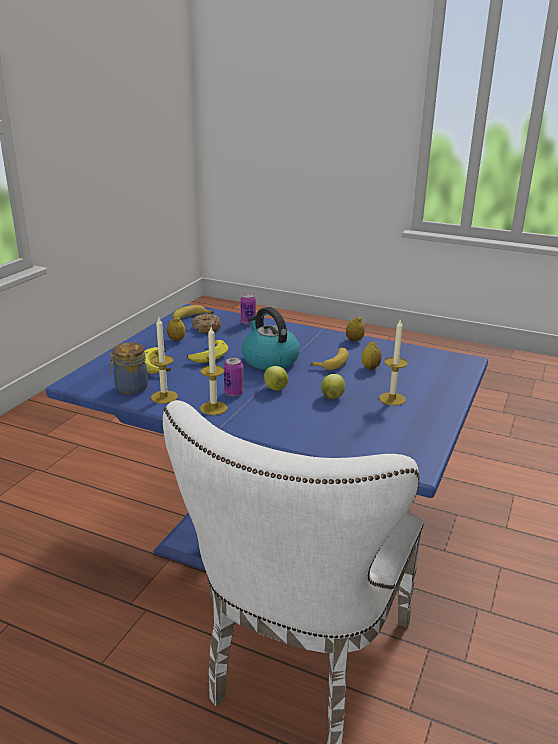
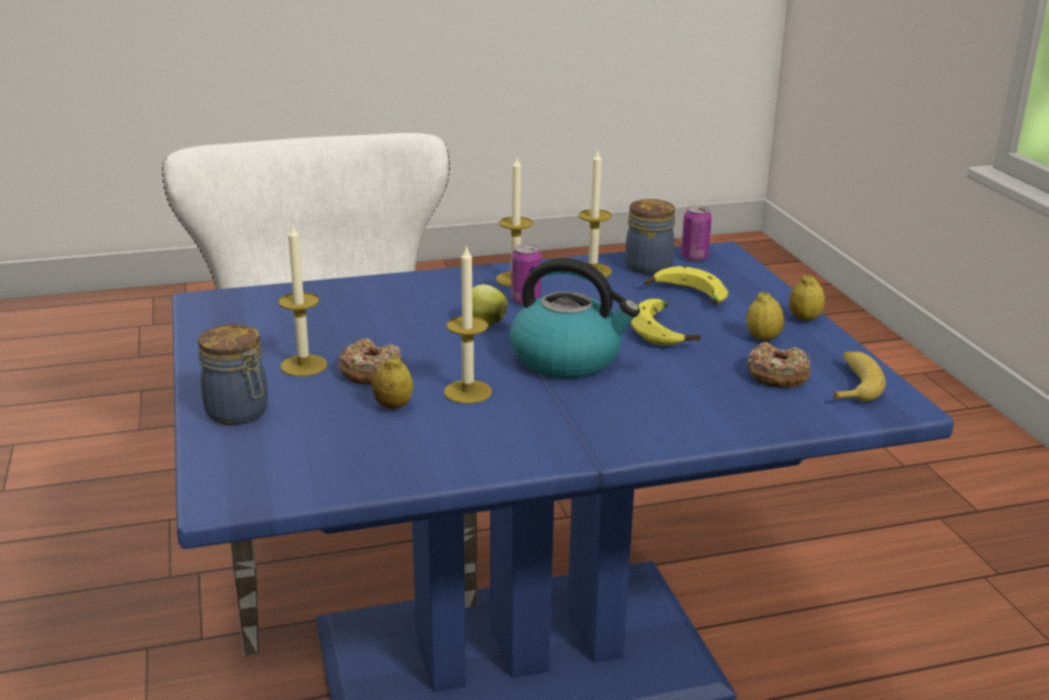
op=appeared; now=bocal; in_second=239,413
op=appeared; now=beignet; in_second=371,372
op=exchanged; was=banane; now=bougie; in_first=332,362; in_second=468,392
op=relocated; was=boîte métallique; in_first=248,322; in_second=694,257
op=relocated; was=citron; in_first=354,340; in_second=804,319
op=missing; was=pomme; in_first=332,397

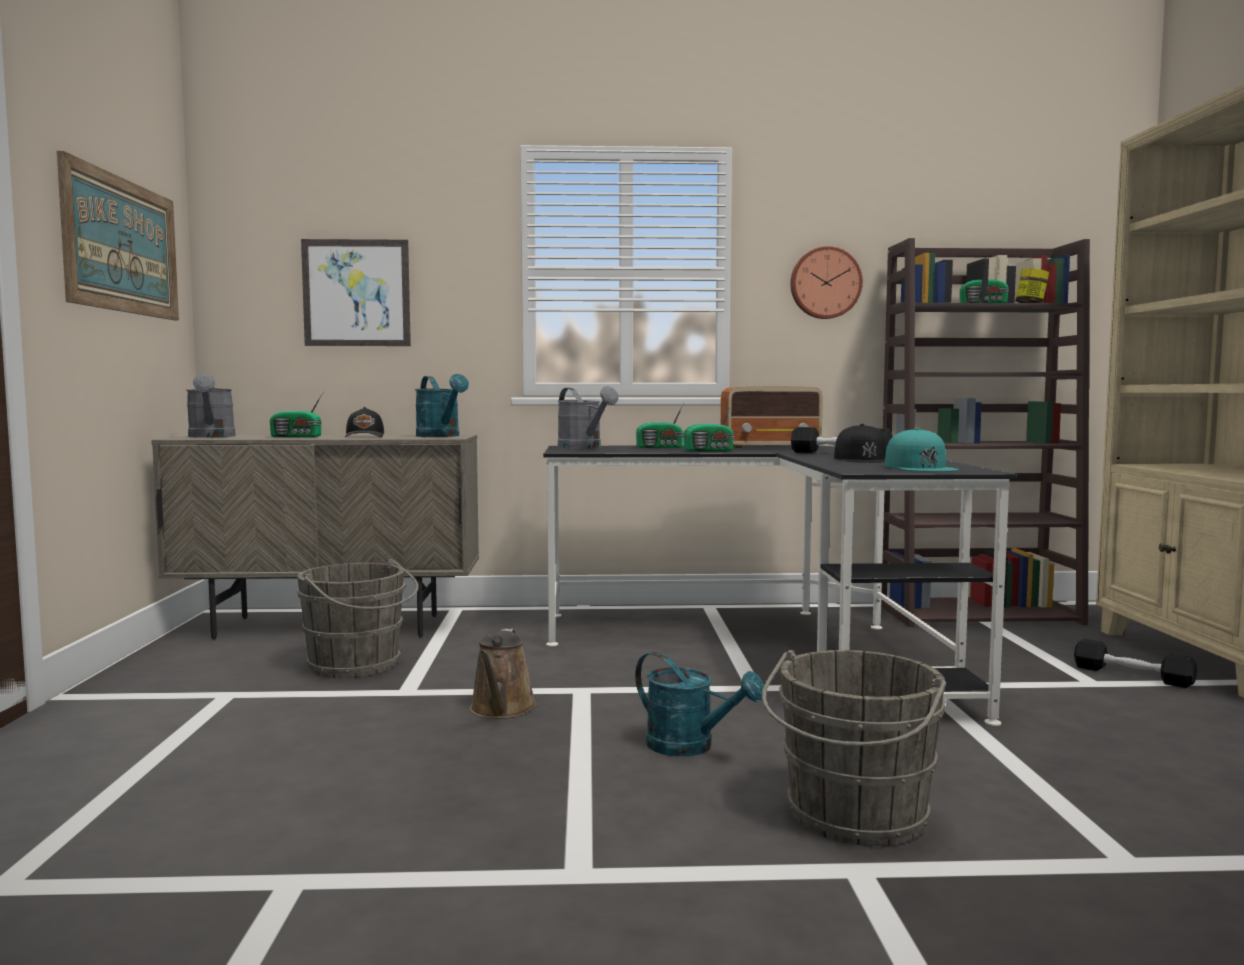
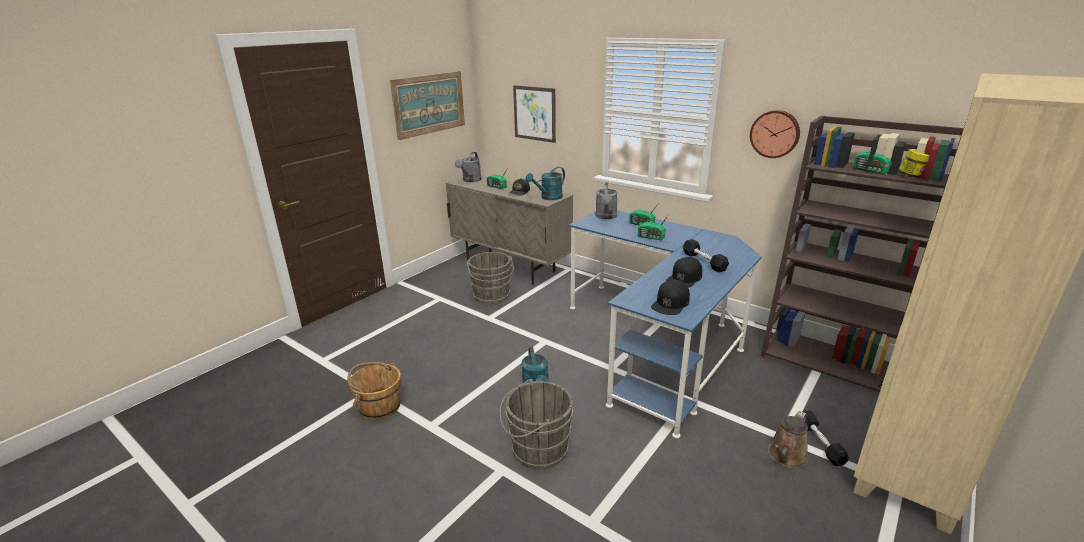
op=appeared; now=seau (marron); in_second=379,406
op=spun; was=arrosoir (turquoise); in_first=441,436; in_second=548,198; clockwise=45
op=colour; was=bureau (noir); now=bureau (bleu); in_first=766,647; in_second=659,343
op=colour; was=casquette (turquoise); now=casquette (noir); in_first=920,467; in_second=670,303
op=relocated; was=arrosoir (marron); in_first=502,710; in_second=786,456
op=missing; was=radio; in_first=771,446

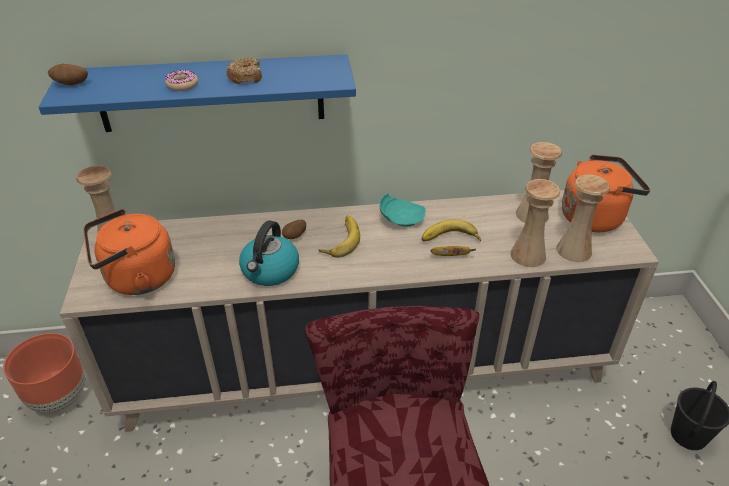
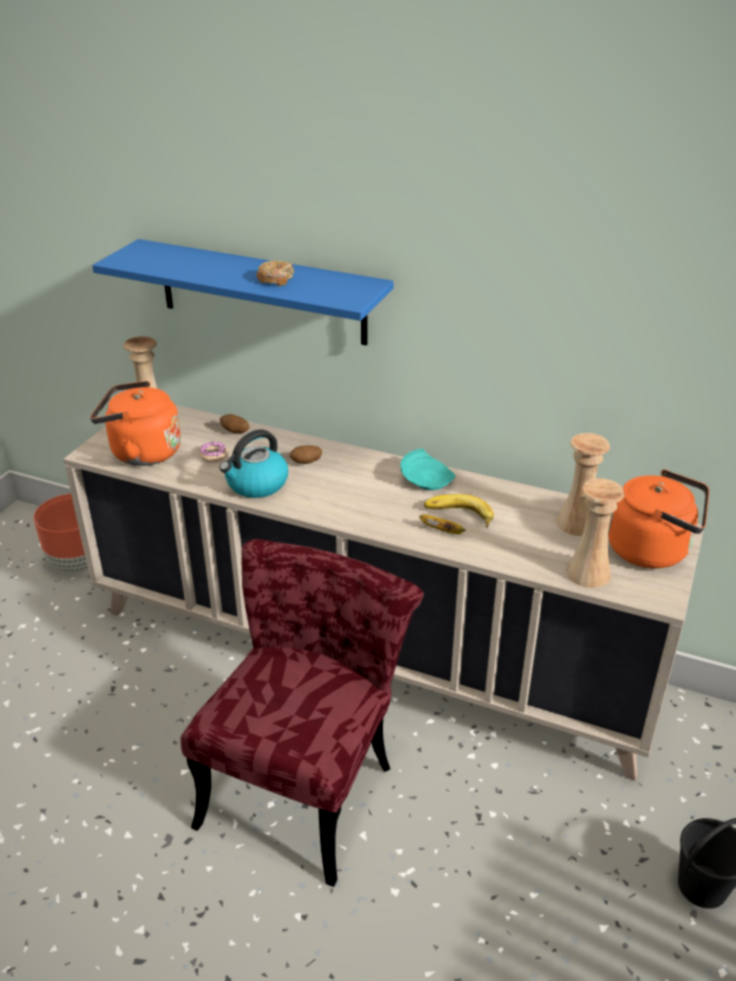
op=relocated; was=beignet; in_first=182,85; in_second=214,456
op=relocated; was=pomme de terre; in_first=71,84; in_second=235,432
op=missing; was=banane; in_first=339,239
op=missing; was=vase (beige); in_first=528,255

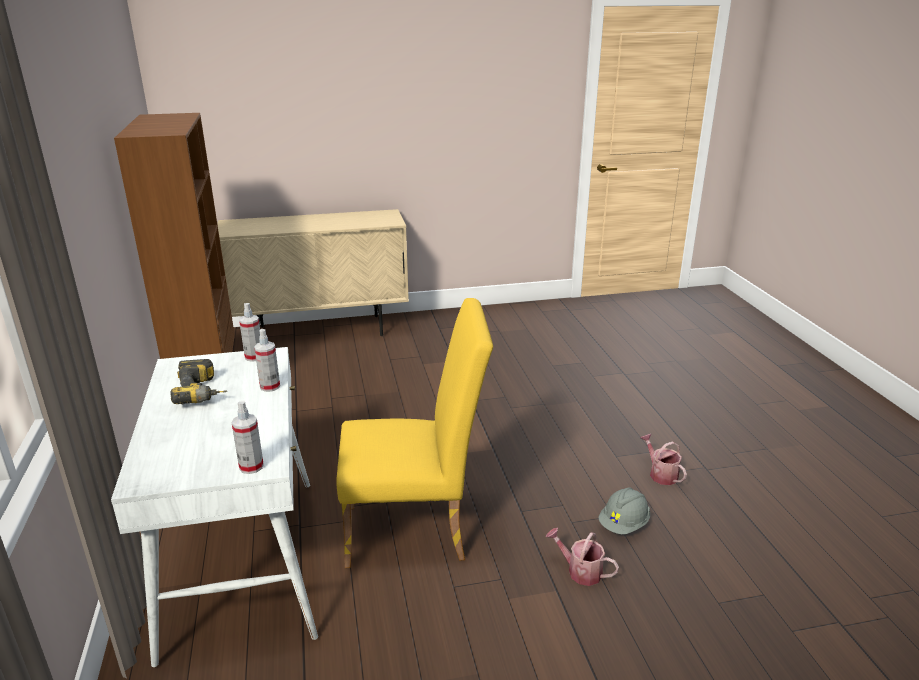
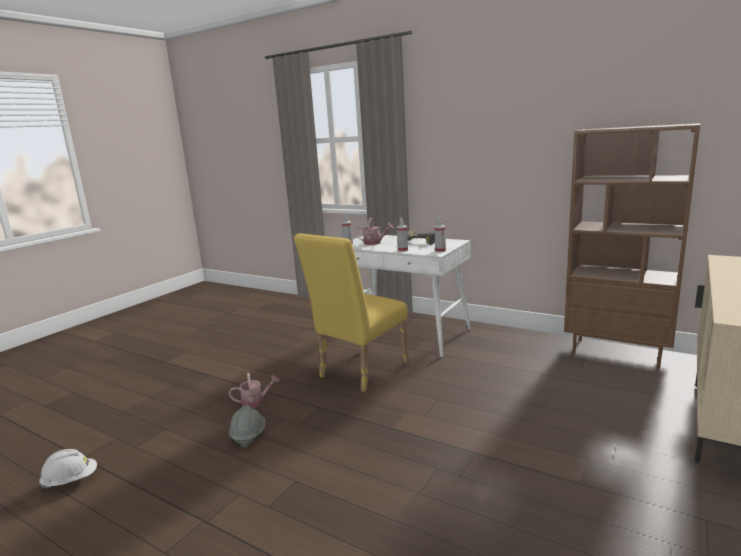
op=appeared; now=casque de chantier (blanc); in_second=71,481
op=relocated; was=arrosoir; in_first=660,474; in_second=375,243

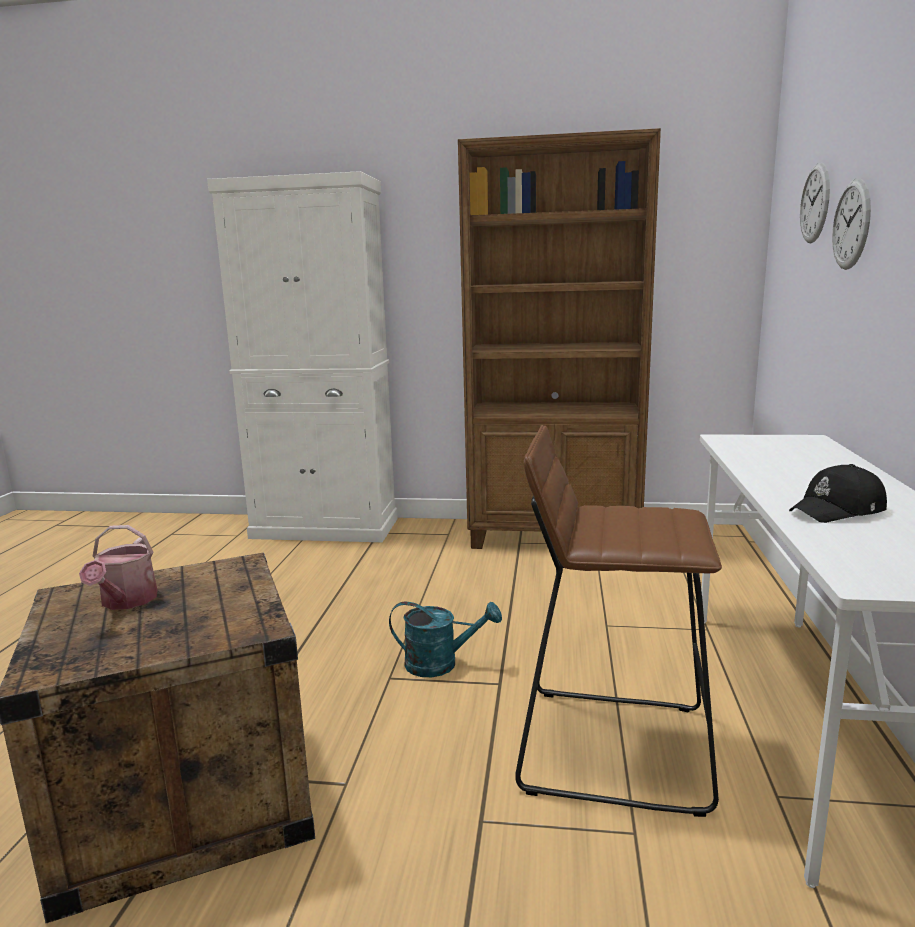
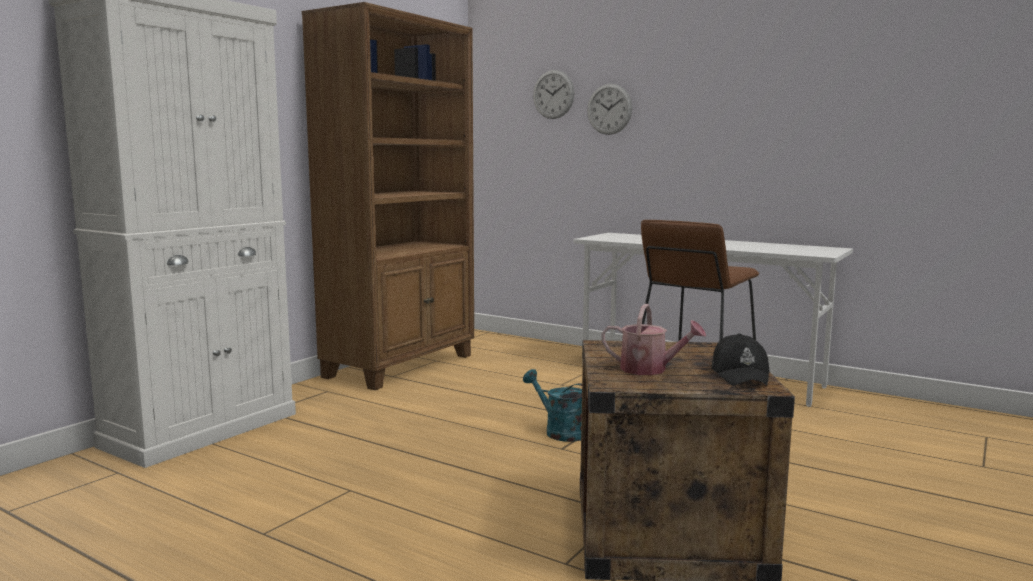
op=spun; was=arrosoir (turquoise); in_first=441,664; in_second=559,431; clockwise=-75
op=relocated; was=casquette (noir); in_first=838,511; in_second=740,374

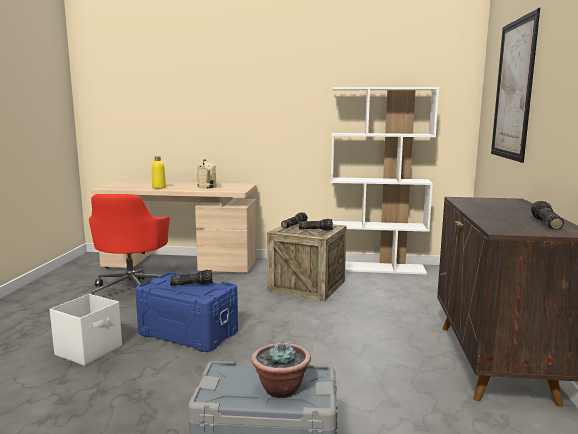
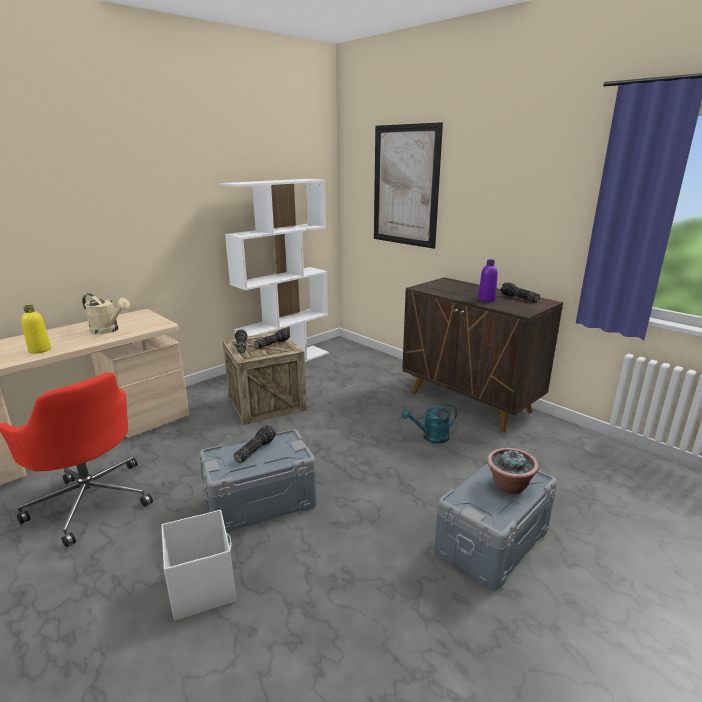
op=colour; was=boîte de rangement (bleu); now=boîte de rangement (gris); in_first=189,332; in_second=260,502
op=appeared; now=arrosoir (turquoise); in_second=431,437
op=appeared; now=bouteille (violet); in_second=486,299

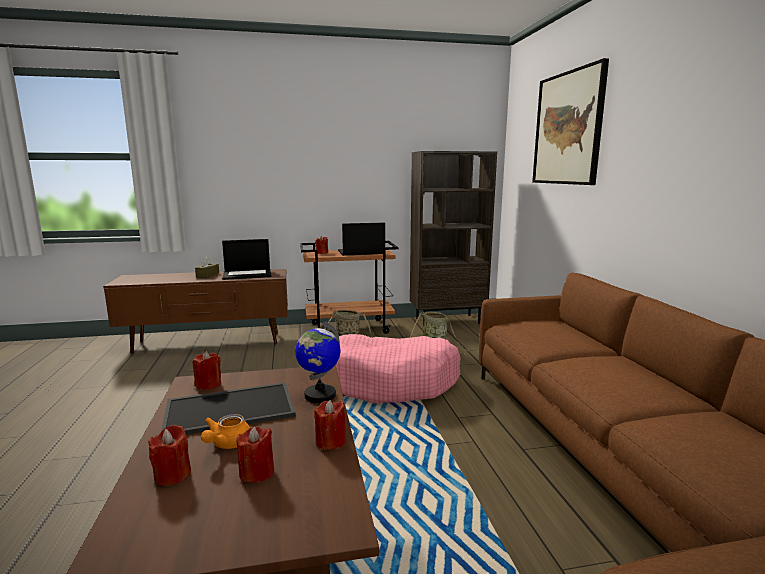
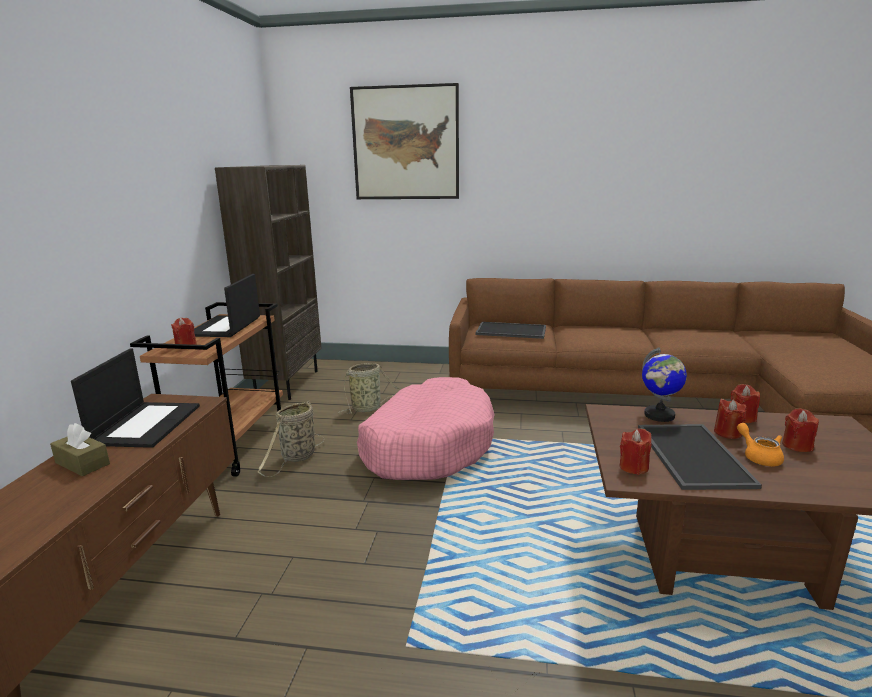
op=appeared; now=plateau; in_second=510,331
op=relocated; was=bougie (rouge); in_first=172,475; in_second=727,433
op=spun; was=théière (orange); in_first=227,444; in_second=759,457; clockwise=-150

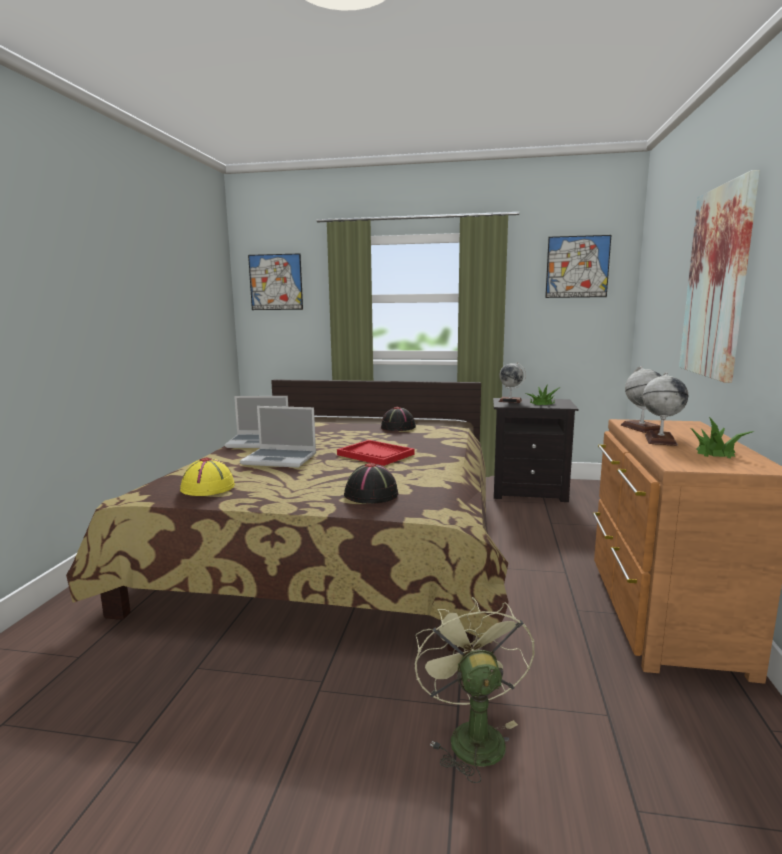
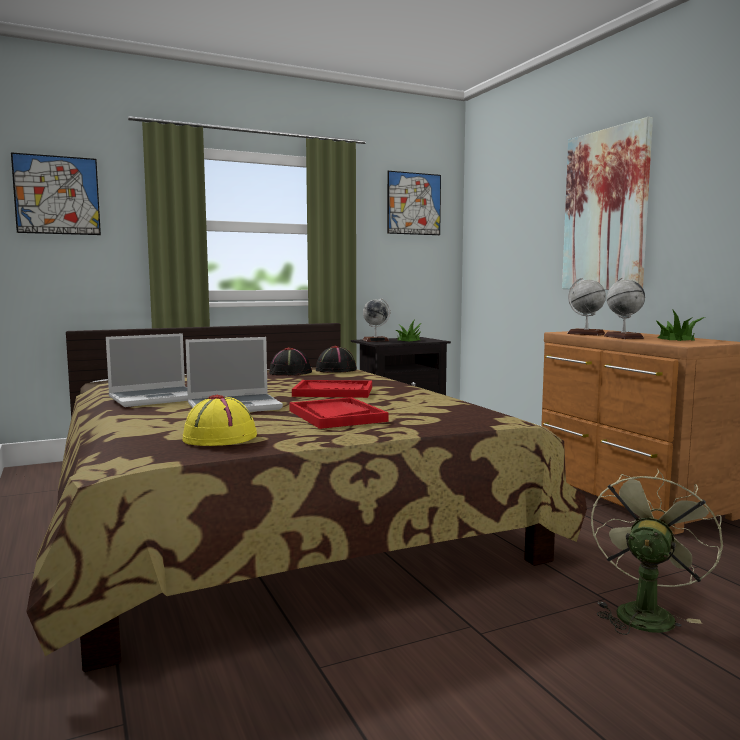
op=appeared; now=plateau (rouge); in_second=336,416
op=relocated; was=chapeau (noir); in_first=372,495; in_second=336,370
op=spun; was=ventilateur (vert); in_first=471,734; in_second=645,612; clockwise=75

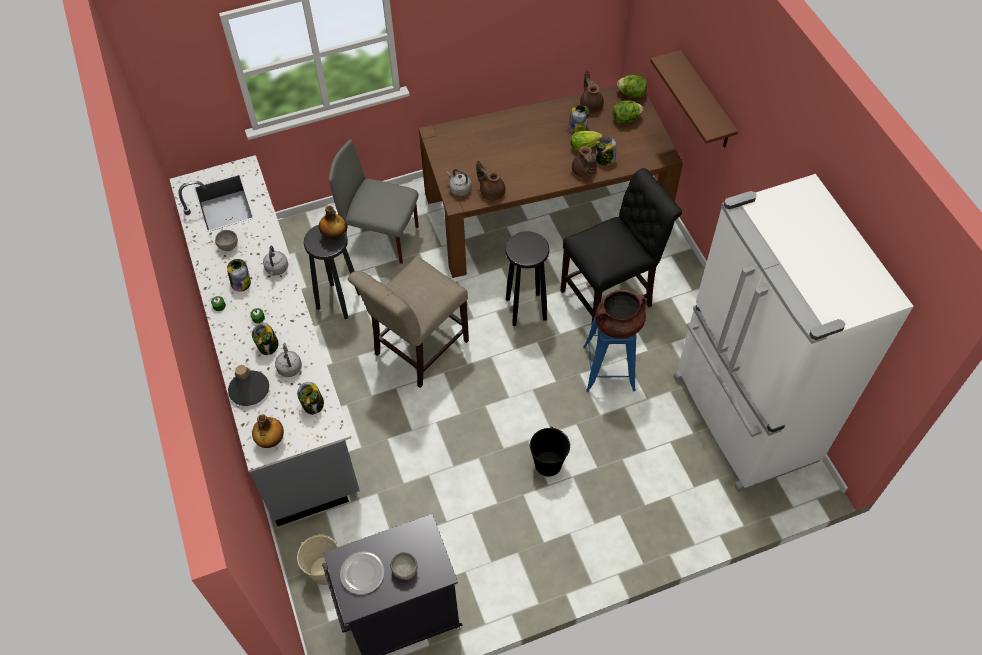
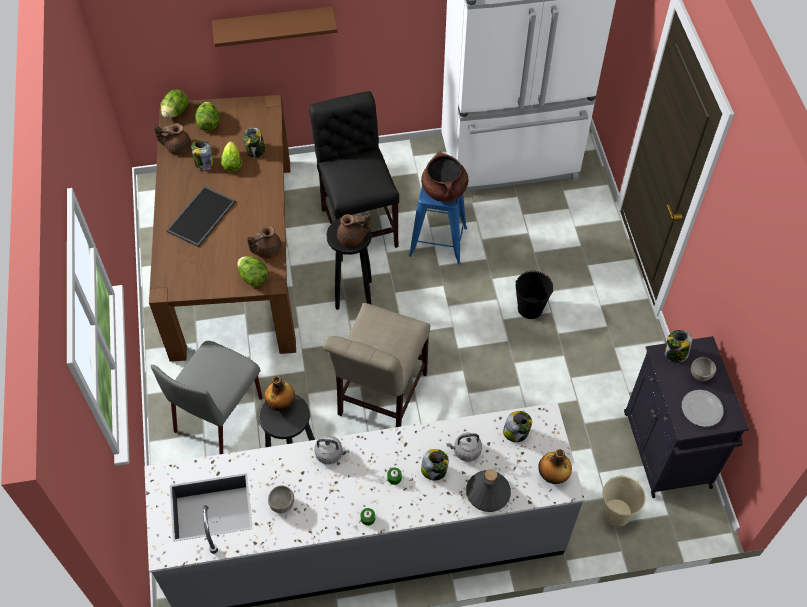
op=appeared; now=plateau; in_second=202,217
op=exchanged; was=bouilloire (gris); now=laitue; in_first=459,189; in_second=253,278
op=spun; was=chaise (beige); in_first=417,350; in_second=379,398; clockwise=60
op=relocated; was=théière (marron); in_first=584,172; in_second=352,238
op=relocated; was=bocal; in_first=241,283; in_second=675,353

